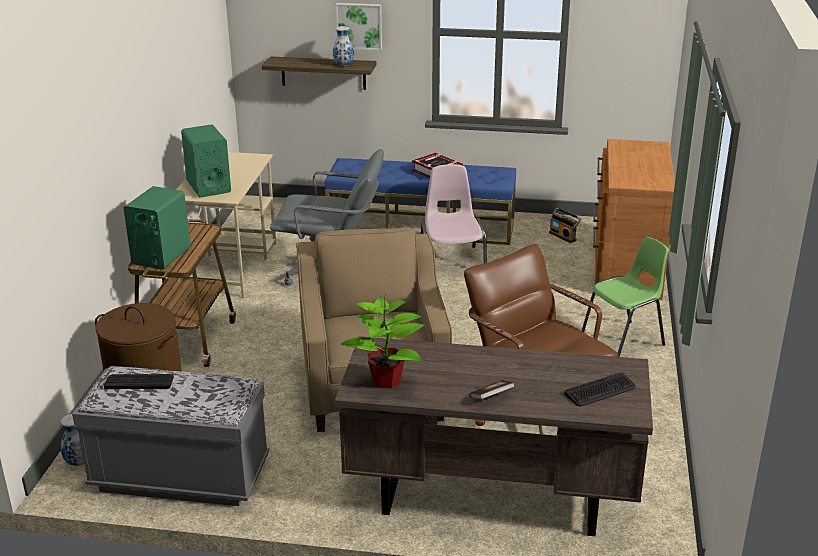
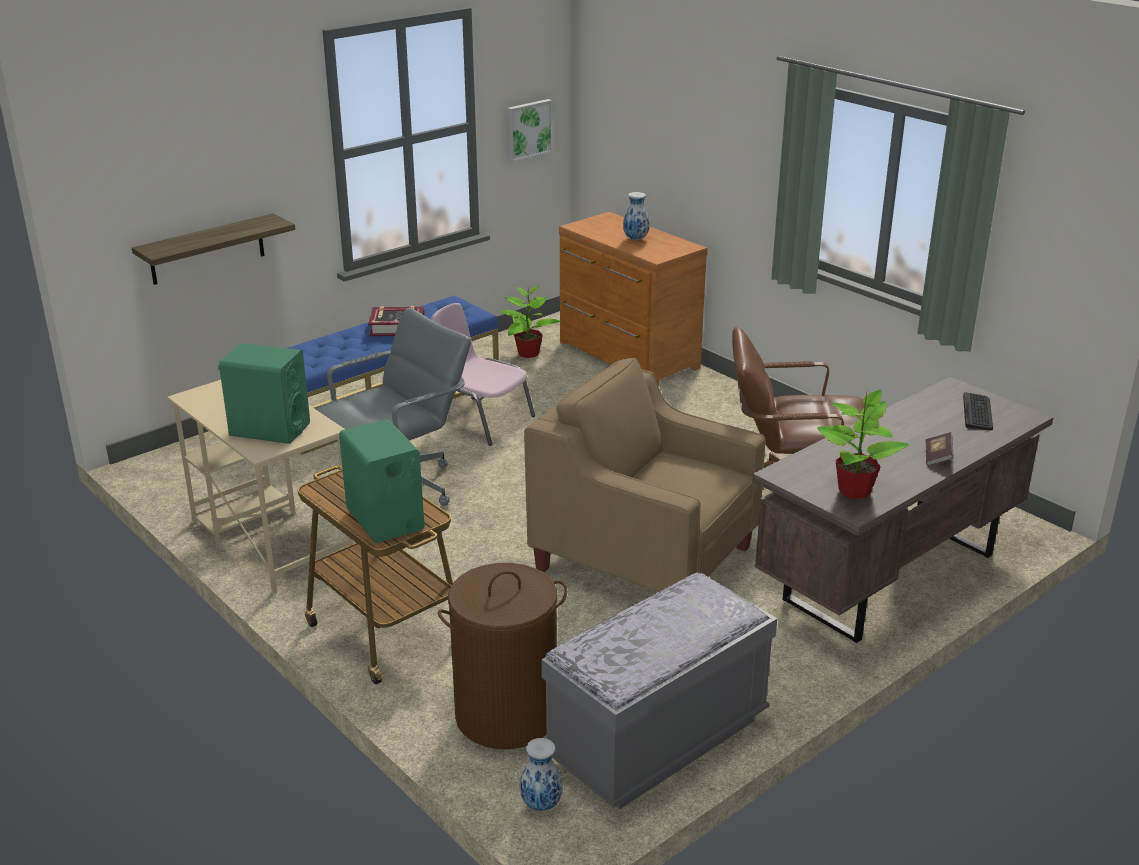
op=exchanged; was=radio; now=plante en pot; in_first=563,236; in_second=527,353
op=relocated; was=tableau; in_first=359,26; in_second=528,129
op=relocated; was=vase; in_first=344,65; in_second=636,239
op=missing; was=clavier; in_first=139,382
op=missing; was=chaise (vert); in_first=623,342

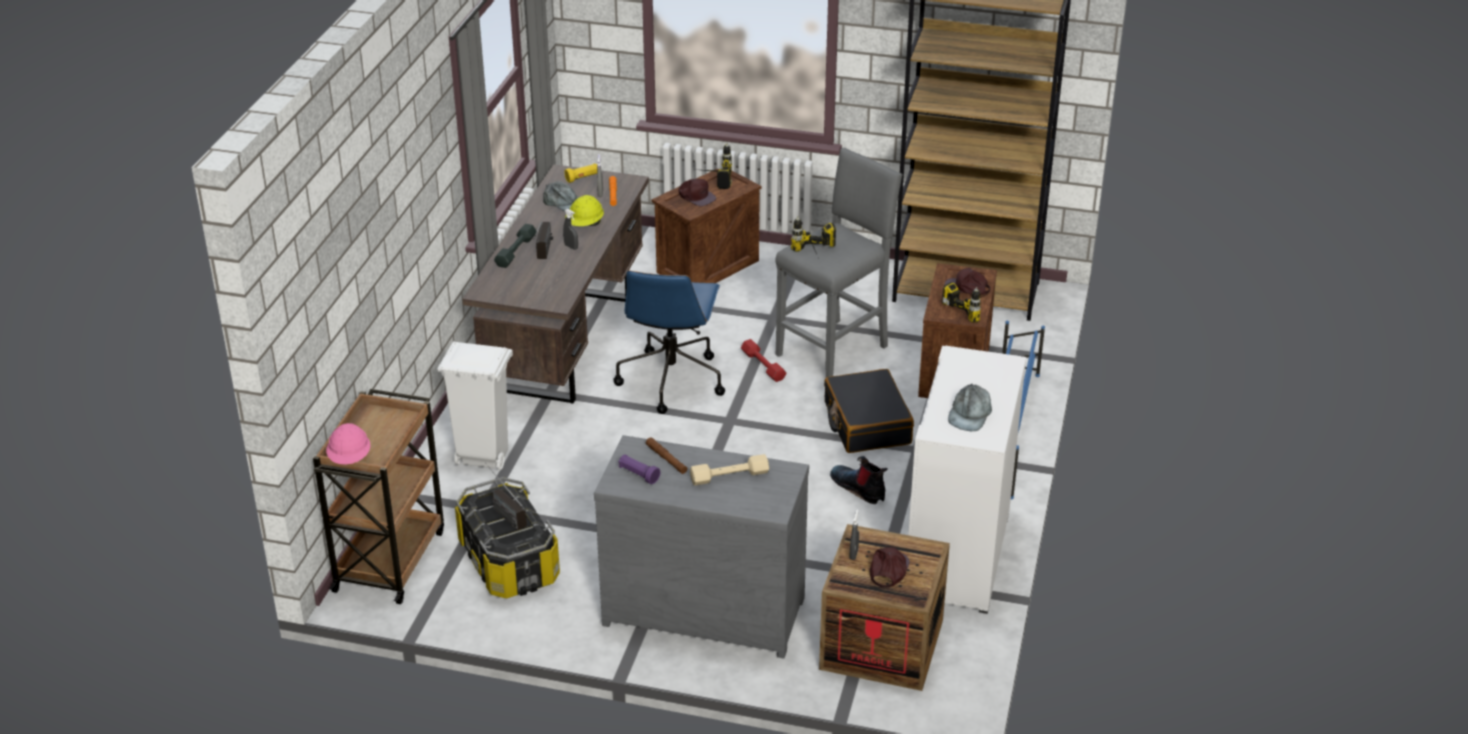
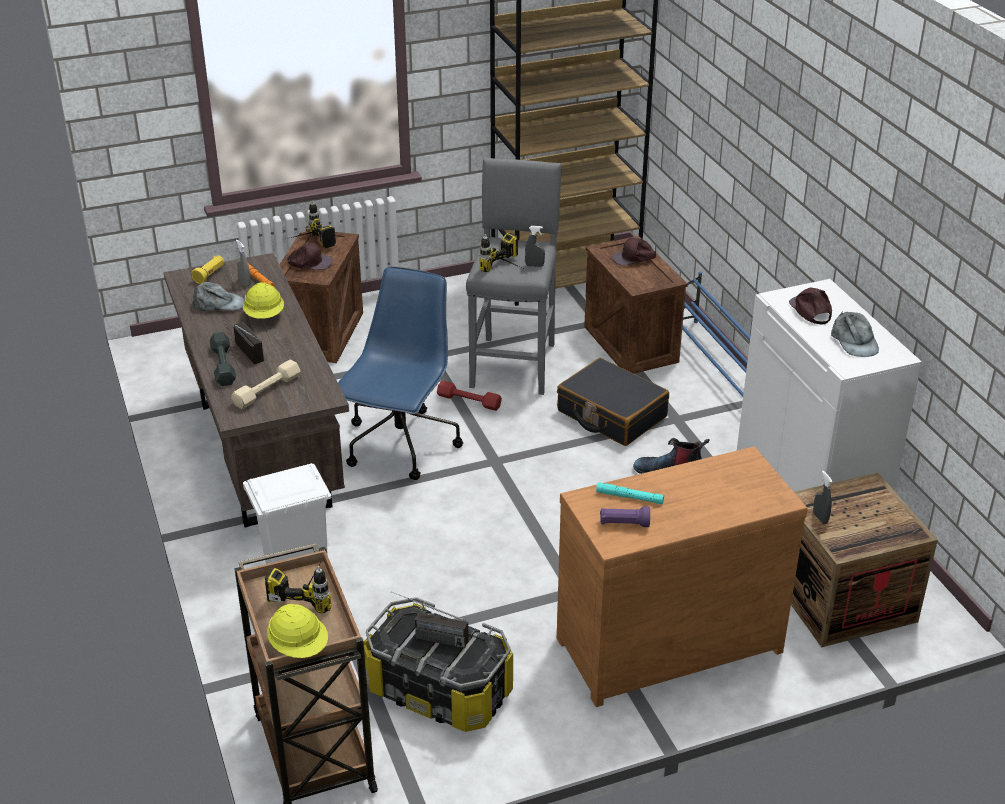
op=relocated; was=haltère (beige); in_first=729,476; in_second=267,390
op=relocated; was=perceuse; in_first=972,308; in_second=309,590
op=colour; was=casque de chantier (rose); now=casque de chantier (jaune); in_first=350,458; in_second=299,647
op=spun; was=chaise de bureau (bleu); in_first=671,379; in_second=400,446; clockwise=-135
op=relocated; was=vaporisateur (gris); in_first=571,247; in_second=534,266
op=colour; was=commode (gris); now=commode (marron); in_first=704,607; in_second=665,641
op=colour; was=lampe de poche (marron); now=lampe de poche (turquoise); in_first=666,459; in_second=629,497
op=relocated; was=casquette (marron); in_first=888,570; in_second=810,311

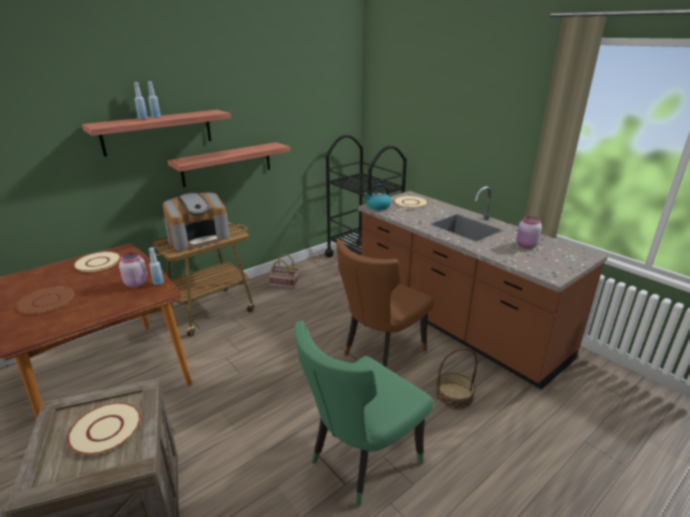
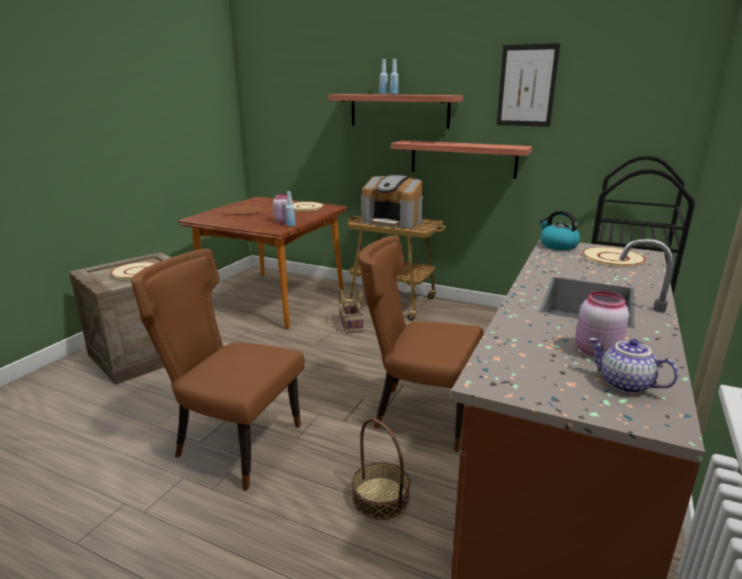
op=colour; was=chaise (vert); now=chaise (marron); in_first=360,460; in_second=233,443
op=relocated; was=panier; in_first=283,284; in_second=350,325
op=appeared; now=tableau; in_second=527,86
op=appeared; now=théière; in_second=624,384

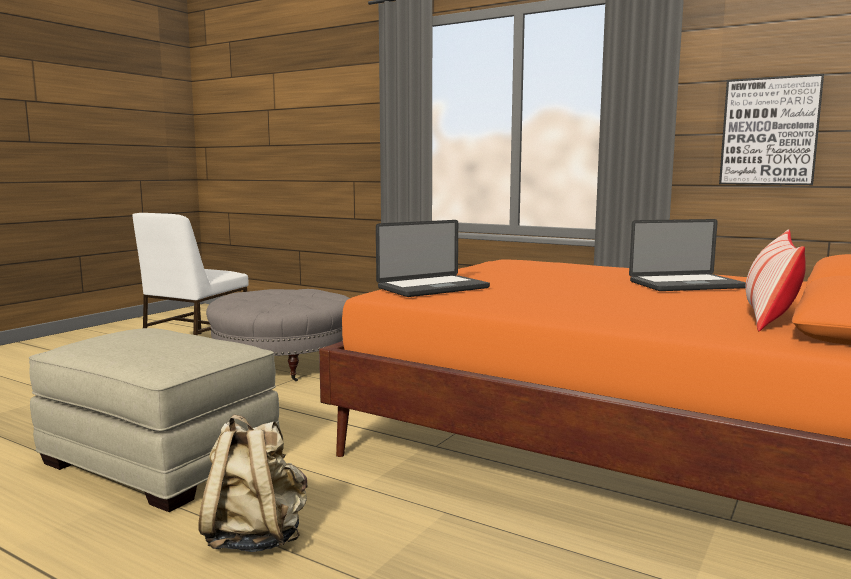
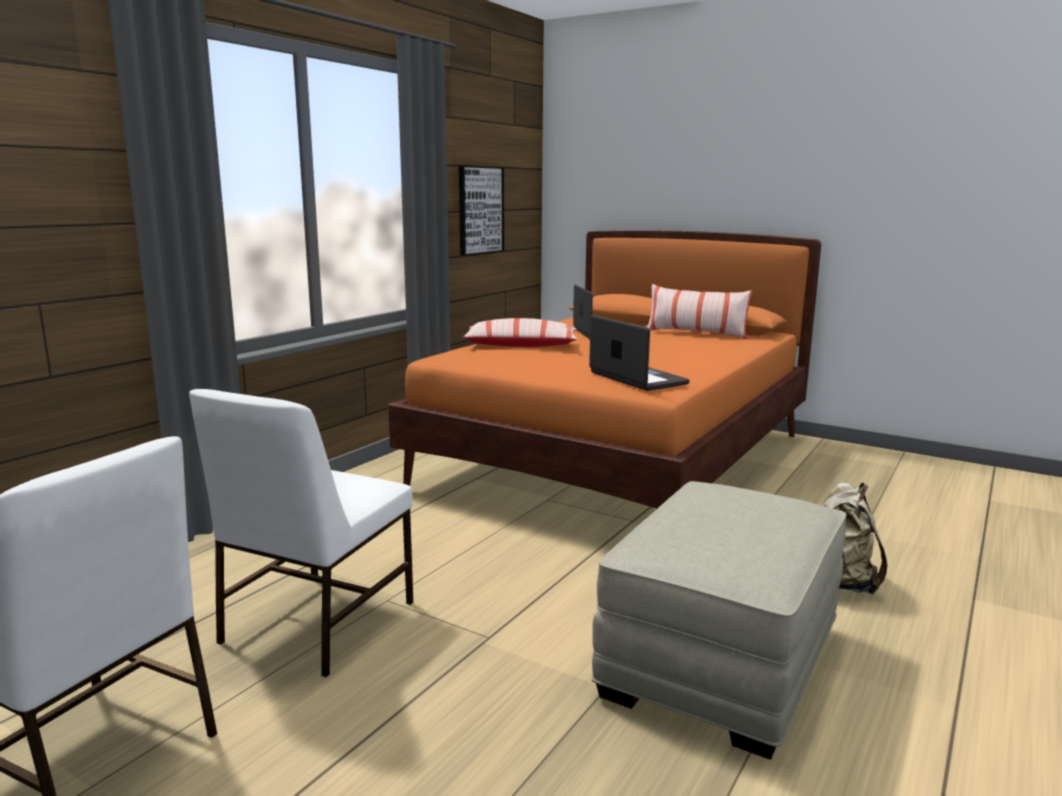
op=exchanged; was=pouf (gris); now=chaise (blanc); in_first=284,364; in_second=315,623
op=appeared; now=coussin; in_second=521,346

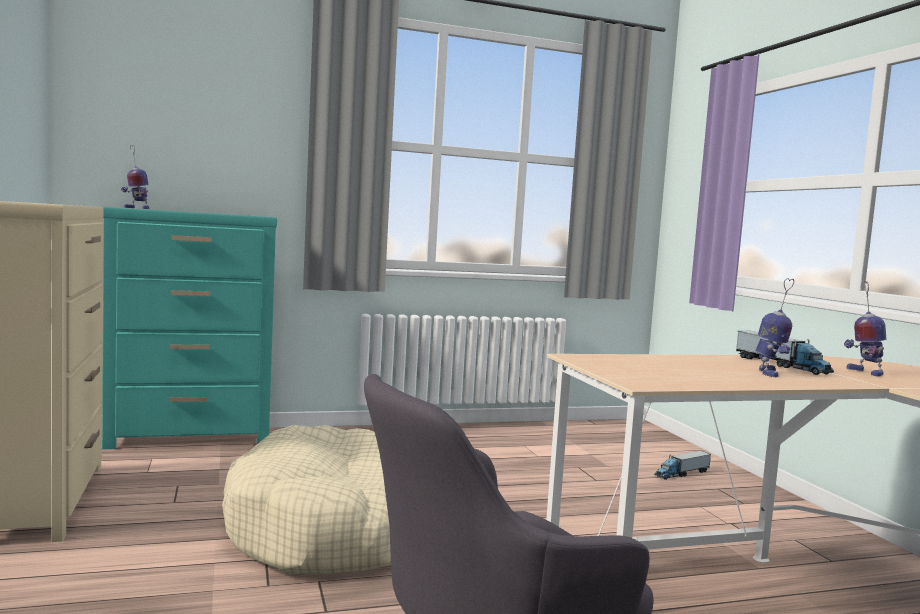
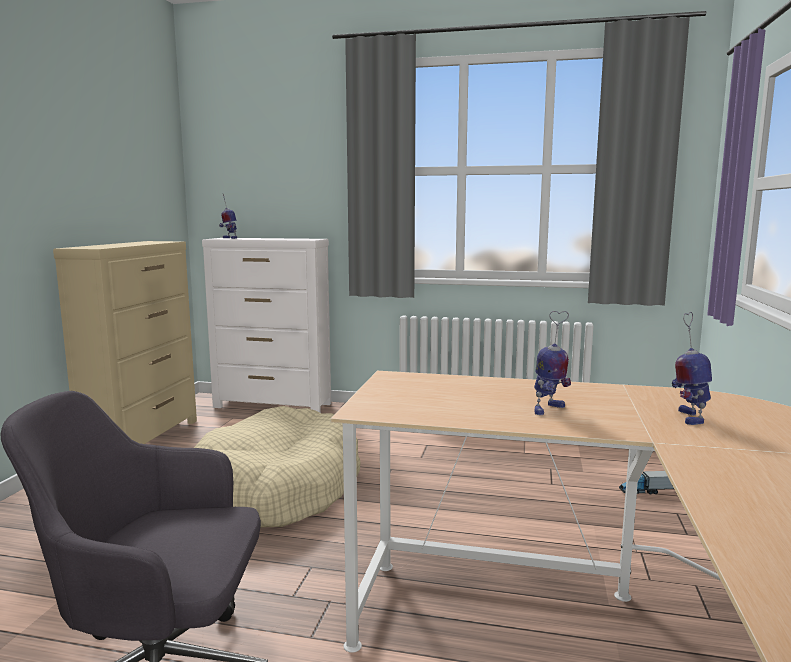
op=colour; was=commode (turquoise); now=commode (blanc); in_first=191,439; in_second=273,405
op=missing; was=camion jouet; in_first=781,365

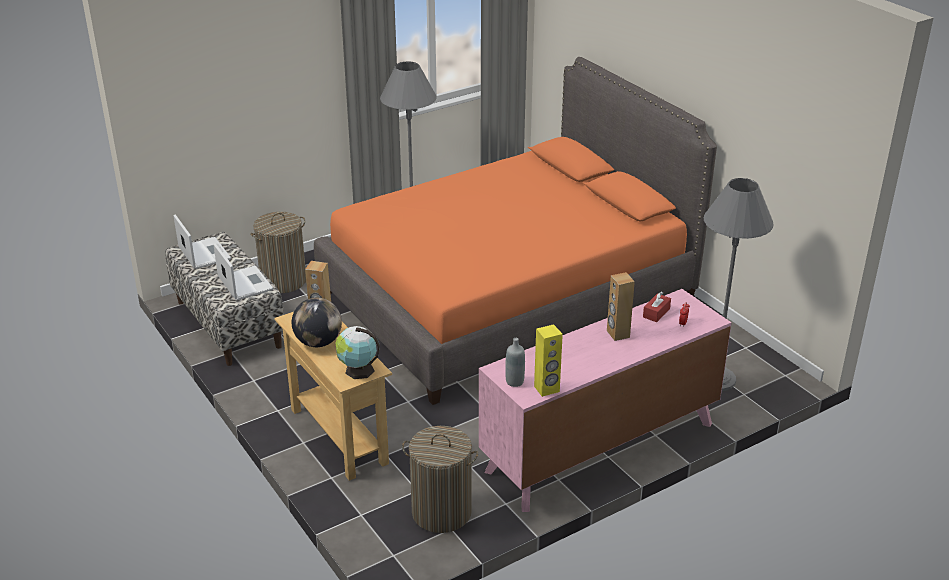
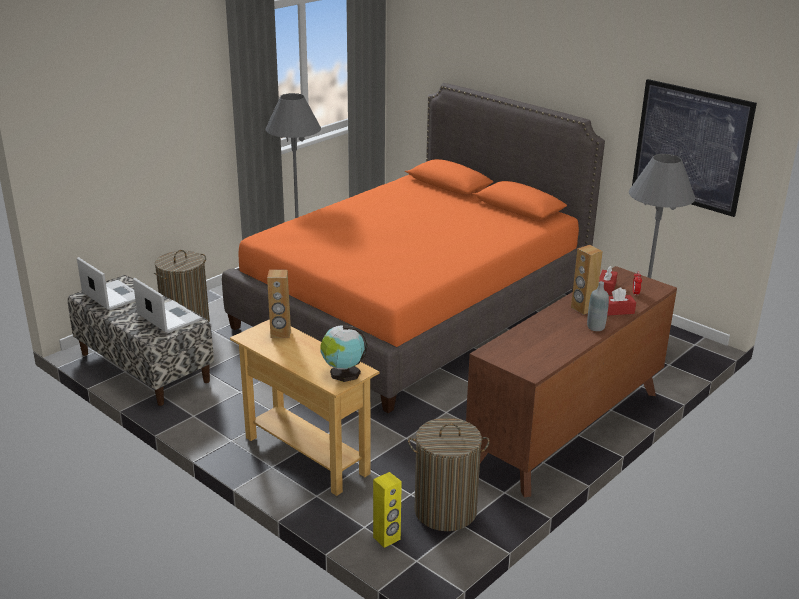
op=relocated; was=enceinte (jaune); in_first=547,389; in_second=387,538
op=colour; was=commode (rose); now=commode (marron); in_first=600,448; in_second=567,428
op=relocated; was=bouteille (gris); in_first=514,381; in_second=595,327
op=appeared; now=boîte à mouchoirs (rouge); in_second=617,311
op=appeared; now=tableau; in_second=691,147
op=missing; was=globe; in_first=318,342

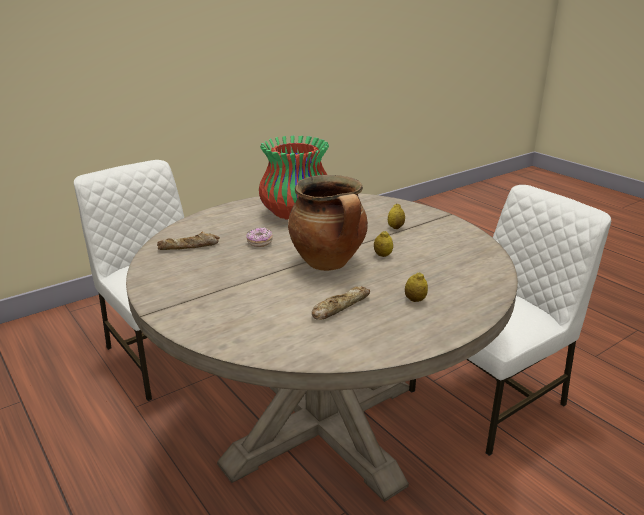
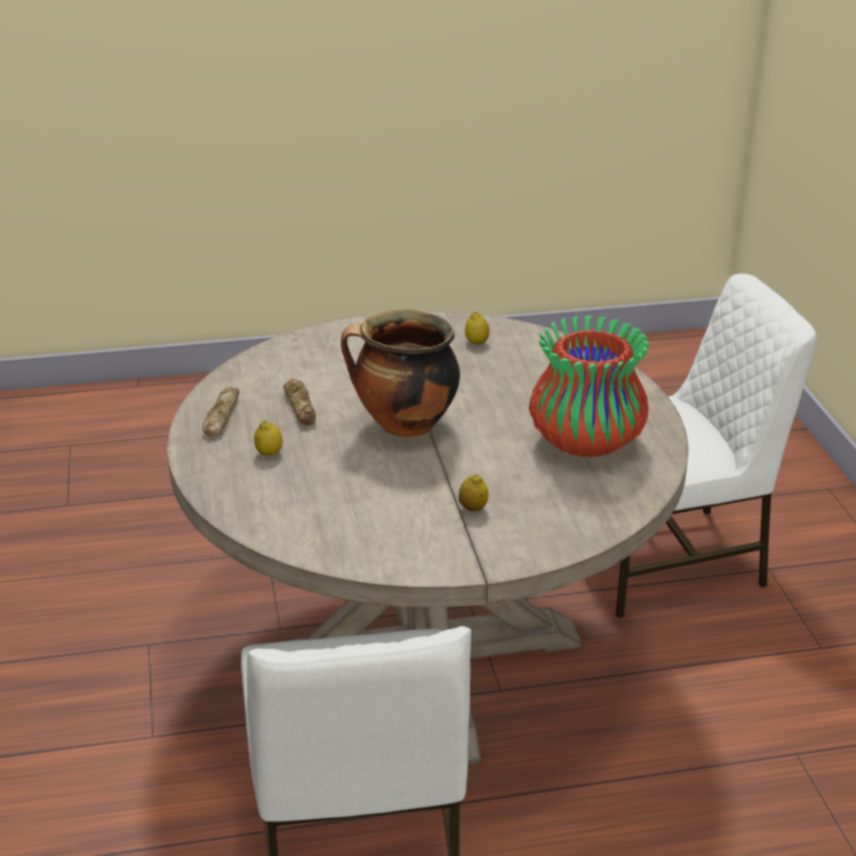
op=relocated; was=pain; in_first=189,247; in_second=221,417
op=relocated; was=citron; in_first=382,255; in_second=476,342
op=missing; was=beignet; in_first=259,242

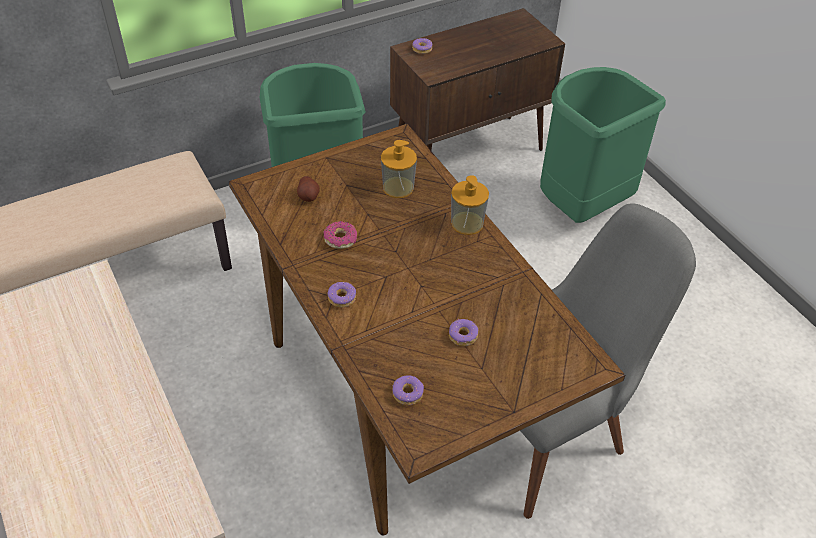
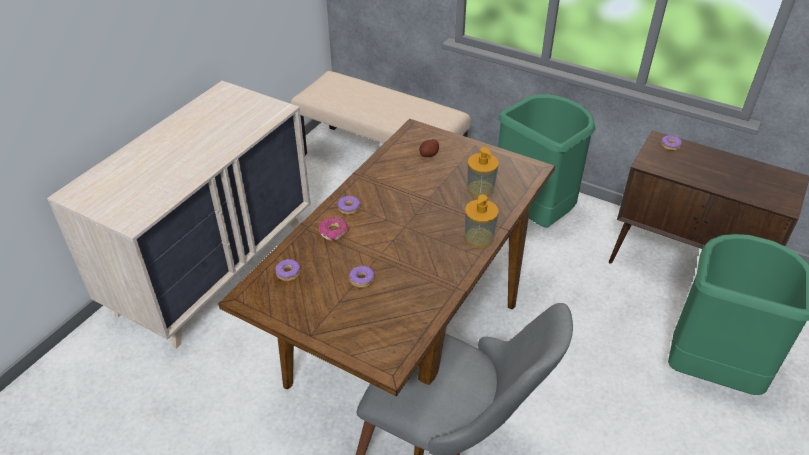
op=relocated; was=beignet; in_first=340,239; in_second=334,232

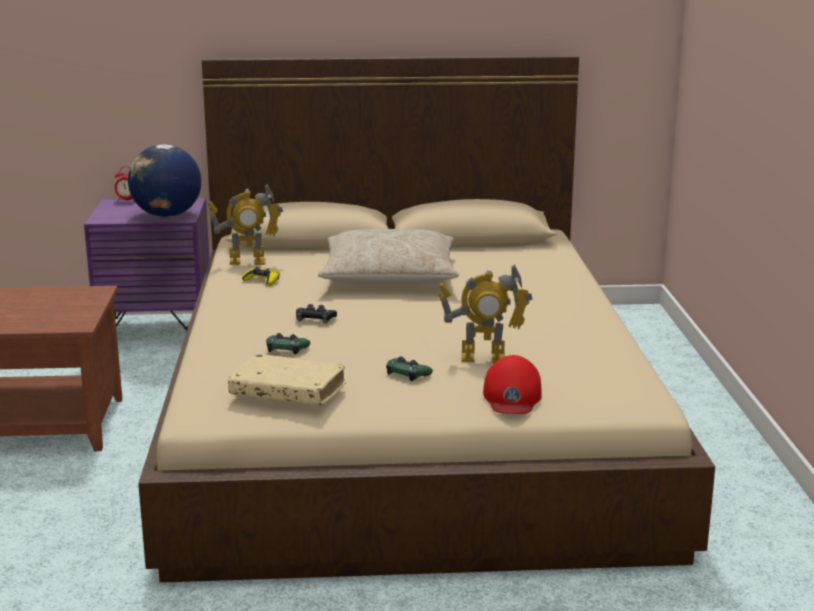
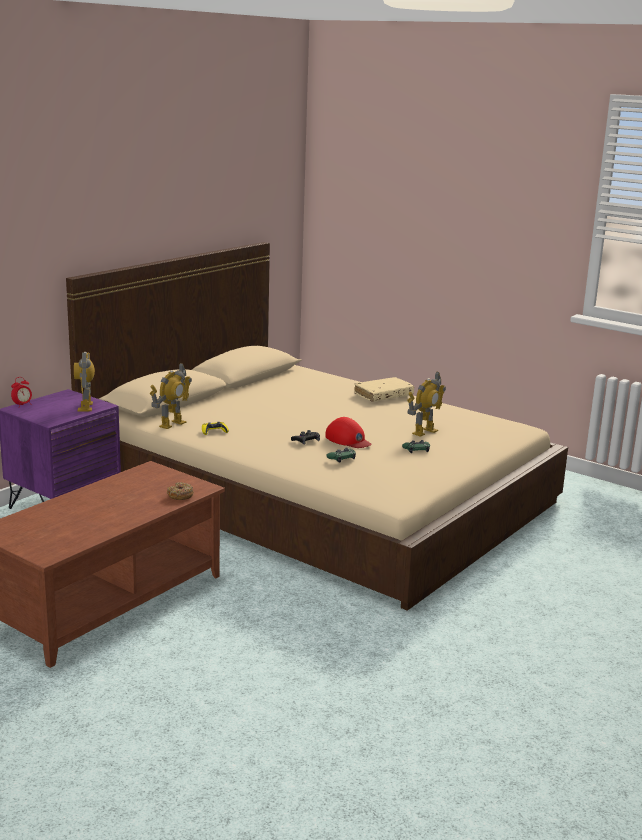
op=exchanged; was=globe; now=robot jouet; in_first=166,215; in_second=86,406
op=appeared; now=beignet; in_second=180,495
op=relocated; was=casquette (rouge); in_first=512,396; in_second=348,440
op=relocated; was=livre (beige); in_first=288,392; in_second=383,395
op=missing; was=coussin (beige); in_first=389,276

